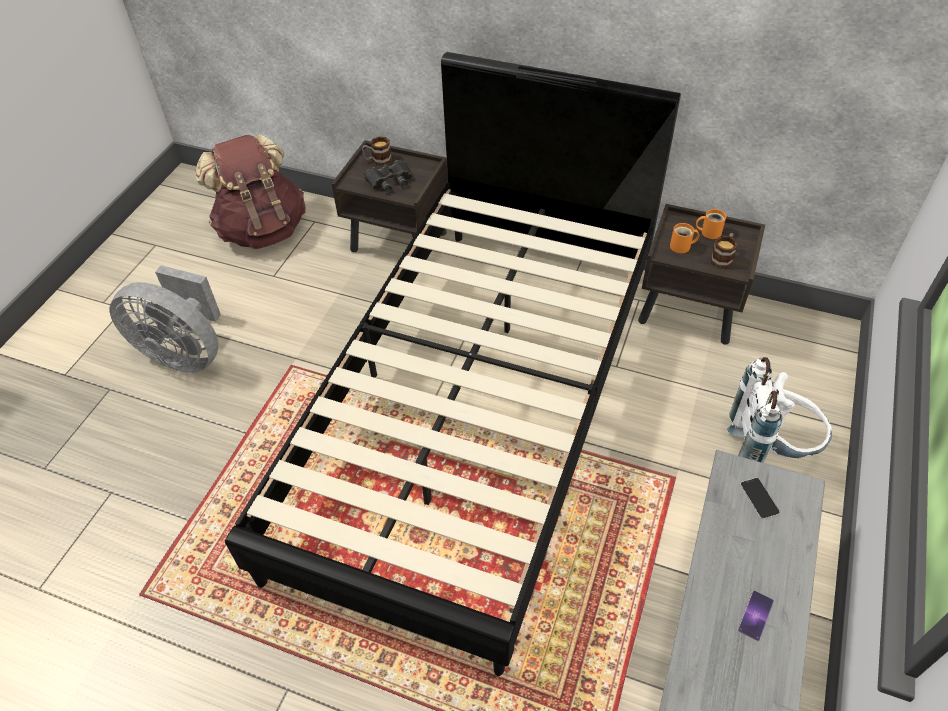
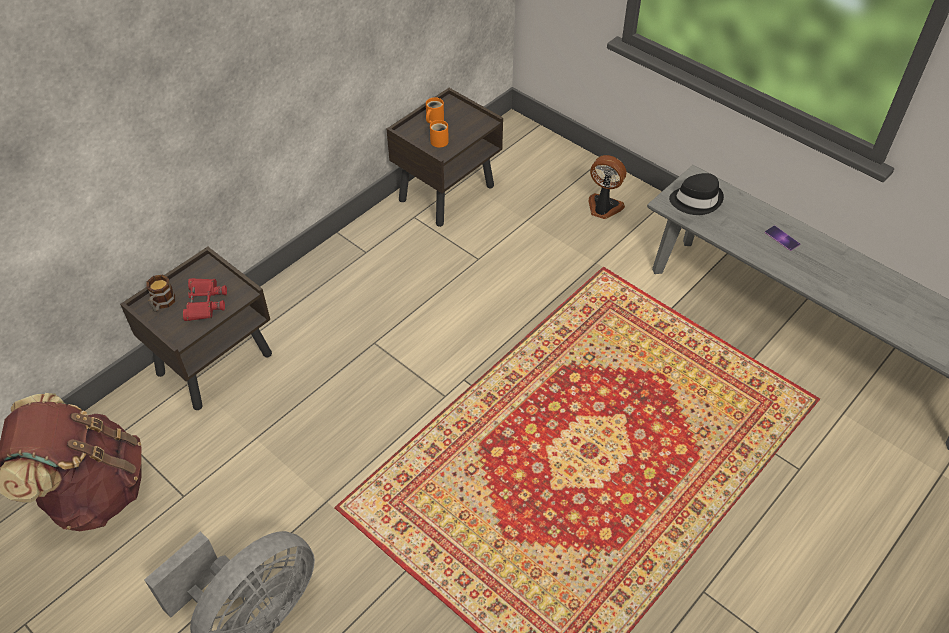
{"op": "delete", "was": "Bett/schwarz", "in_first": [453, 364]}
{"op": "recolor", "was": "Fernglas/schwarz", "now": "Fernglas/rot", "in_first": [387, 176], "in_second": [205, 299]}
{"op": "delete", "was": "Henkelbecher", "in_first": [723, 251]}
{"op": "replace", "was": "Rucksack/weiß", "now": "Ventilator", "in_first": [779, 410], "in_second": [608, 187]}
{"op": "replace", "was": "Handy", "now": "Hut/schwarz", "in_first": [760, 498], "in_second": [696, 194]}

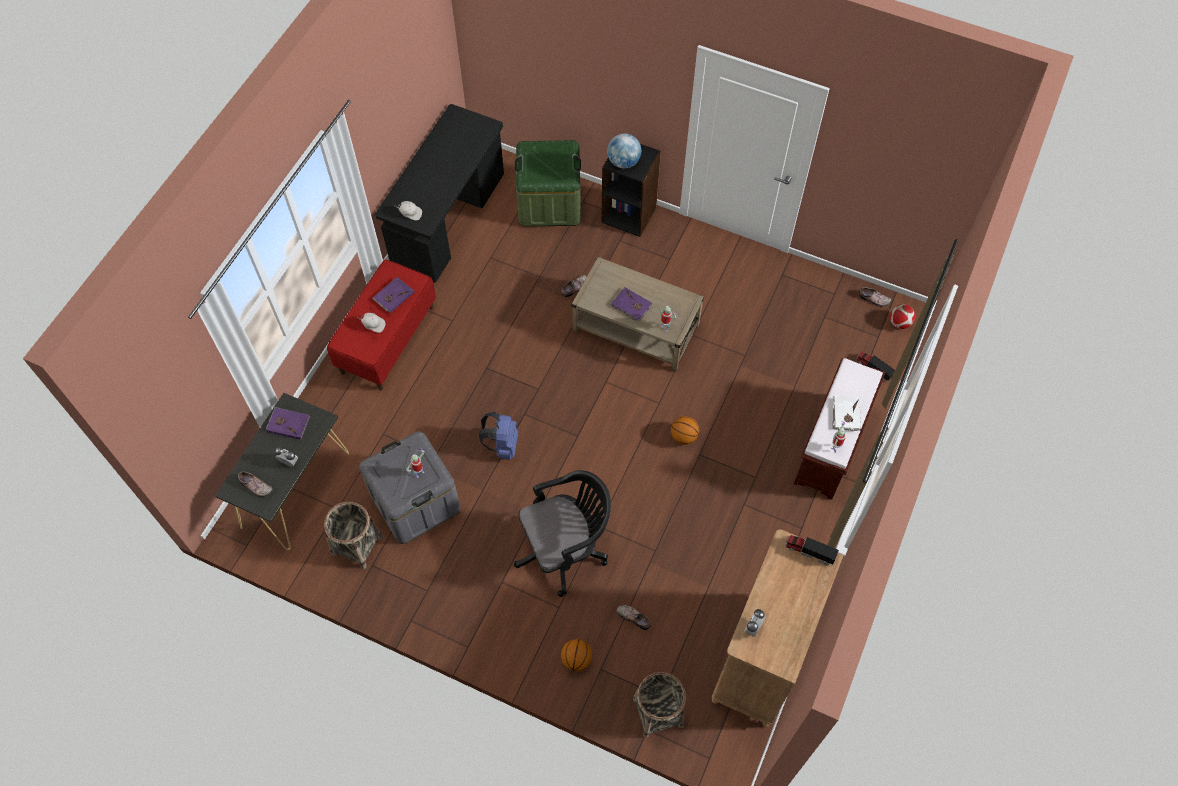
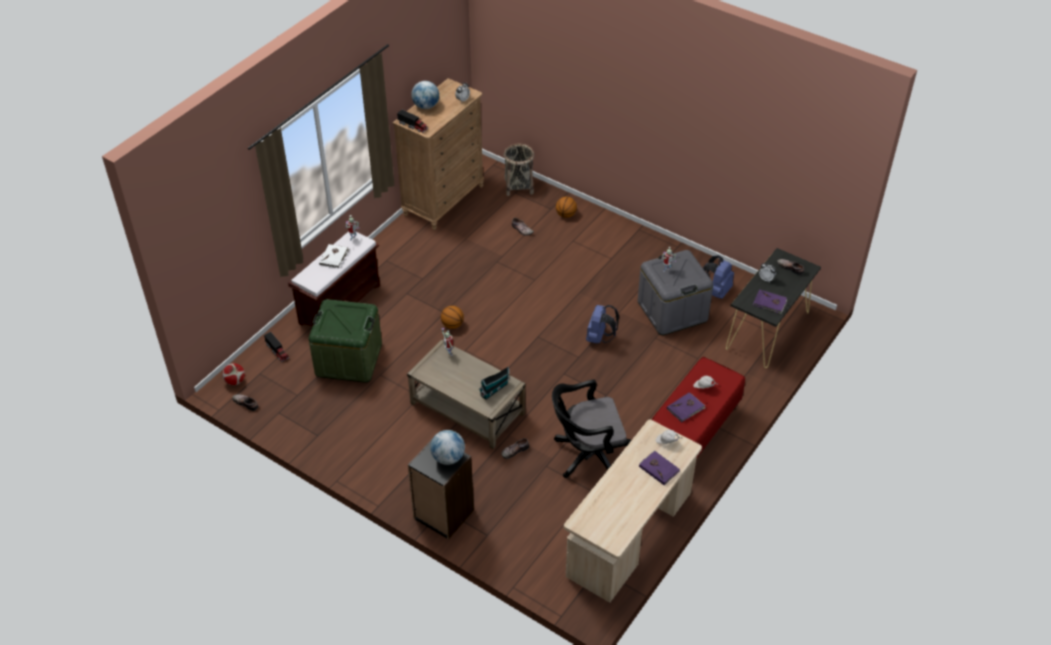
{"op": "recolor", "was": "Schreibtisch/schwarz", "now": "Schreibtisch/beige", "in_first": [439, 193], "in_second": [633, 511]}
{"op": "move", "was": "Aufbewahrungsbox/grün", "in_first": [548, 183], "in_second": [345, 341]}
{"op": "move", "was": "Buch/lila", "in_first": [631, 304], "in_second": [659, 467]}
{"op": "move", "was": "Bürostuhl/schwarz", "in_first": [562, 533], "in_second": [591, 429]}
{"op": "replace", "was": "Korb", "now": "Rucksack/blau", "in_first": [353, 535], "in_second": [718, 277]}
{"op": "insert", "now": "Globus", "in_second": [425, 95]}
{"op": "insert", "now": "Spielzeughaus", "in_second": [494, 383]}

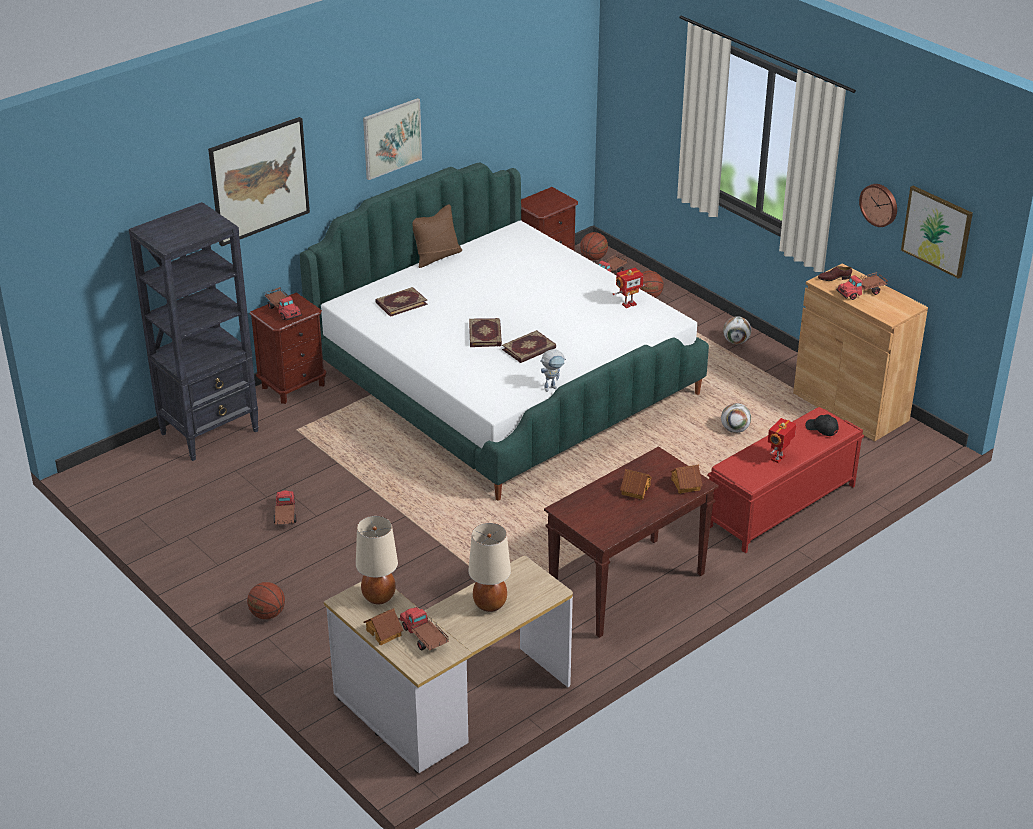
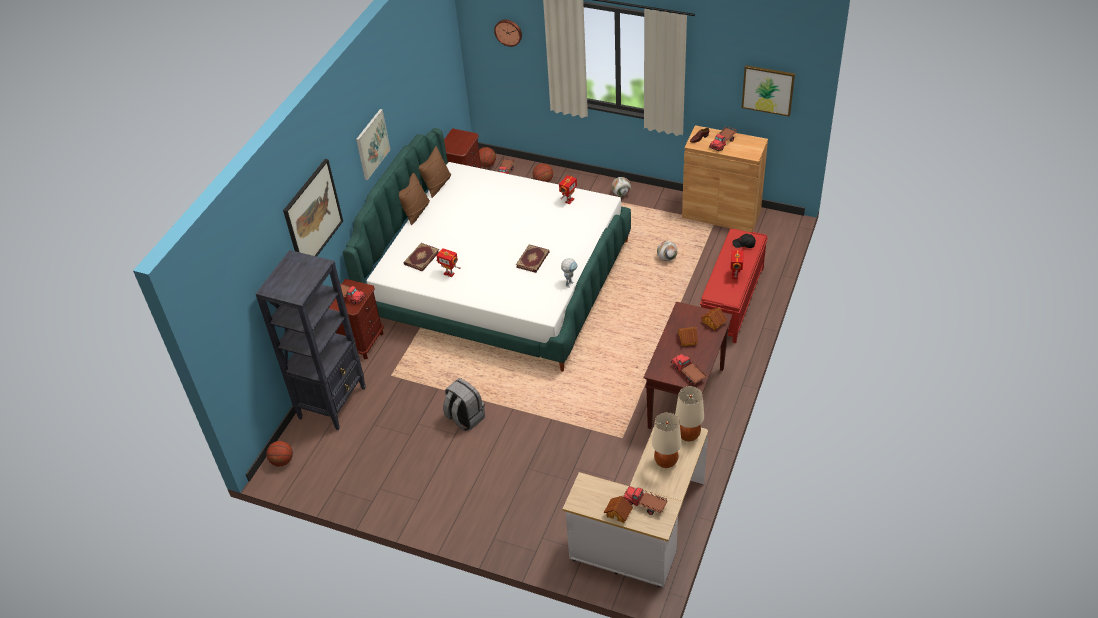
{"op": "move", "was": "Wanduhr", "in_first": [878, 205], "in_second": [508, 33]}
{"op": "delete", "was": "Buch", "in_first": [485, 332]}
{"op": "move", "was": "Spielzeuglaster", "in_first": [285, 507], "in_second": [689, 369]}
{"op": "move", "was": "Tischlampe/beige", "in_first": [377, 560], "in_second": [689, 414]}
{"op": "move", "was": "Basketball", "in_first": [266, 600], "in_second": [280, 453]}
{"op": "insert", "now": "Kissen/braun", "in_second": [435, 172]}
{"op": "insert", "now": "Spielzeugroboter", "in_second": [448, 262]}
{"op": "insert", "now": "Rucksack/grau", "in_second": [464, 404]}

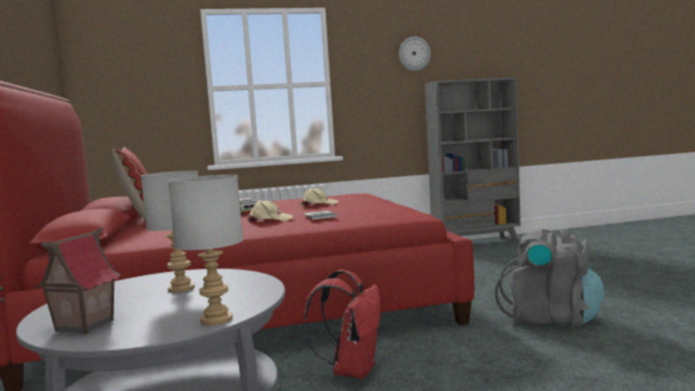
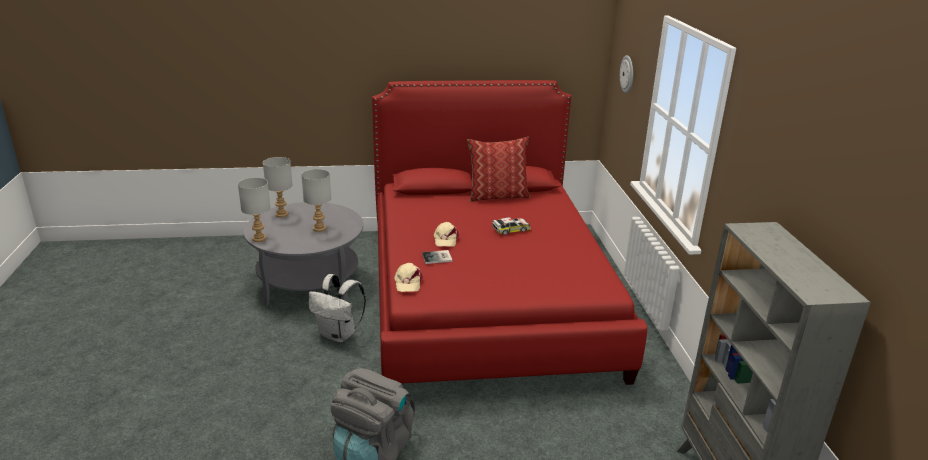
{"op": "move", "was": "Wanduhr", "in_first": [415, 53], "in_second": [626, 74]}
{"op": "move", "was": "Kappe/beige", "in_first": [319, 197], "in_second": [408, 277]}
{"op": "replace", "was": "Spielzeughaus", "now": "Tischlampe/grau", "in_first": [78, 281], "in_second": [278, 187]}
{"op": "recolor", "was": "Rucksack/rot", "now": "Rucksack/weiß", "in_first": [342, 324], "in_second": [337, 308]}

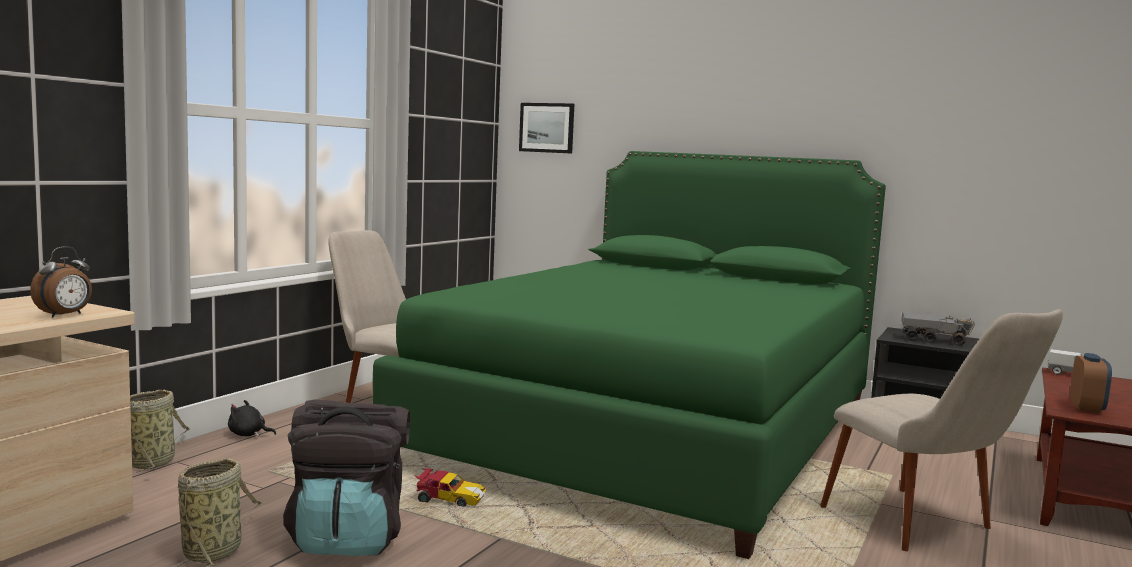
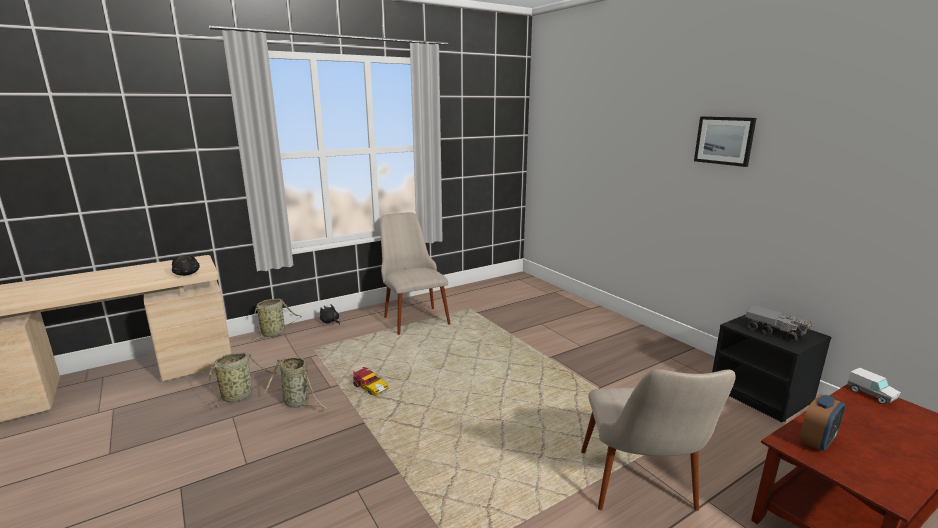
{"op": "move", "was": "Bild", "in_first": [546, 128], "in_second": [725, 141]}
{"op": "delete", "was": "Bett/grün", "in_first": [629, 355]}
{"op": "replace", "was": "Wecker", "now": "Plüschtier/schwarz", "in_first": [61, 282], "in_second": [186, 265]}
{"op": "replace", "was": "Rucksack/schwarz", "now": "Korb", "in_first": [346, 477], "in_second": [296, 383]}

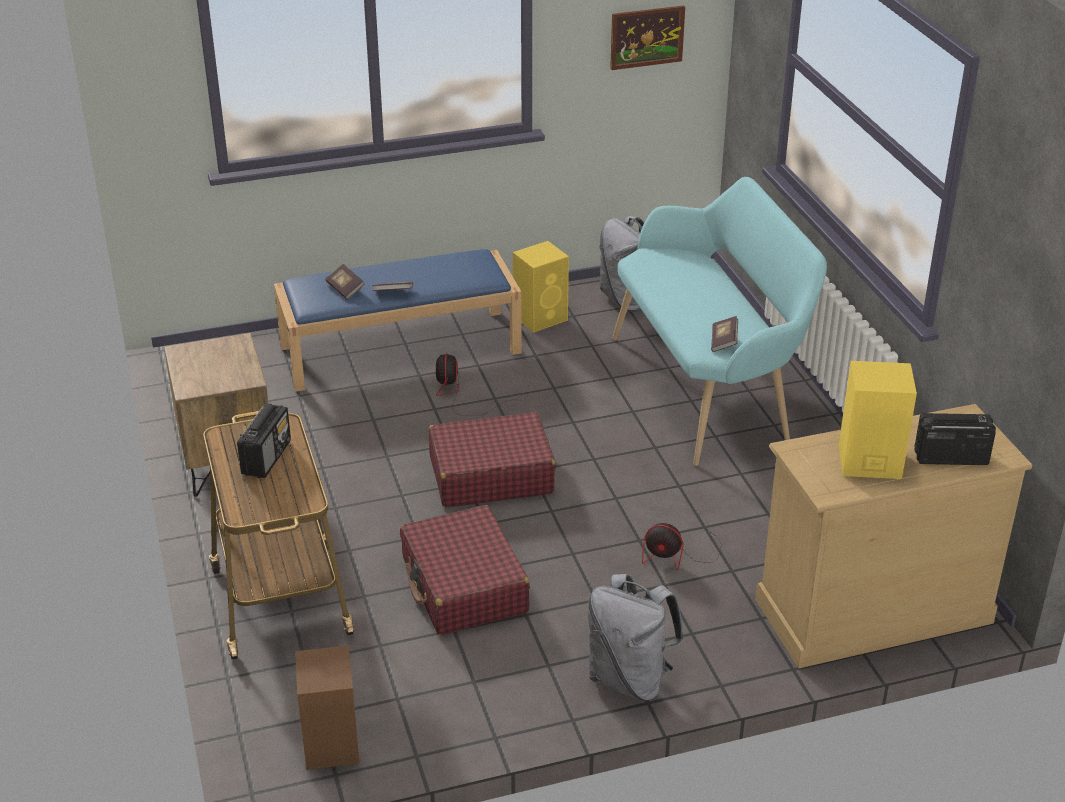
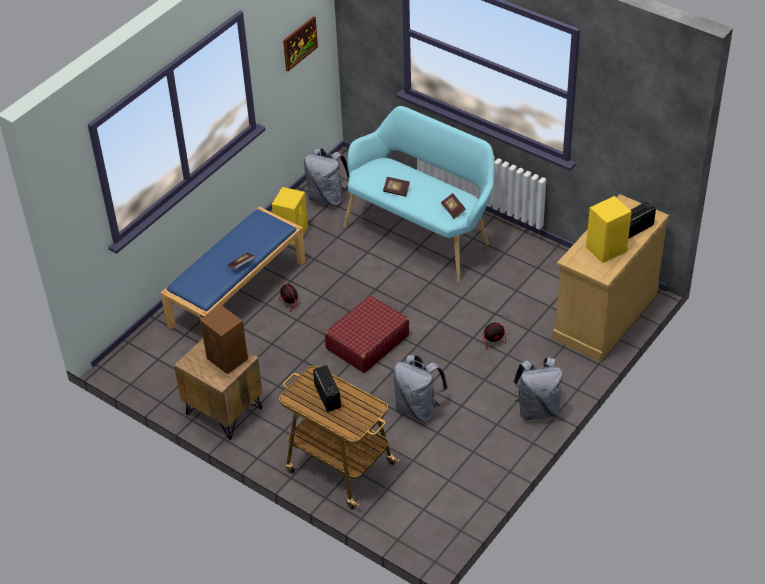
{"op": "move", "was": "Buch", "in_first": [345, 282], "in_second": [396, 187]}
{"op": "replace", "was": "Koffer/rot", "now": "Rucksack/grau", "in_first": [465, 570], "in_second": [420, 388]}
{"op": "move", "was": "Lautsprecher/braun", "in_first": [327, 707], "in_second": [224, 339]}

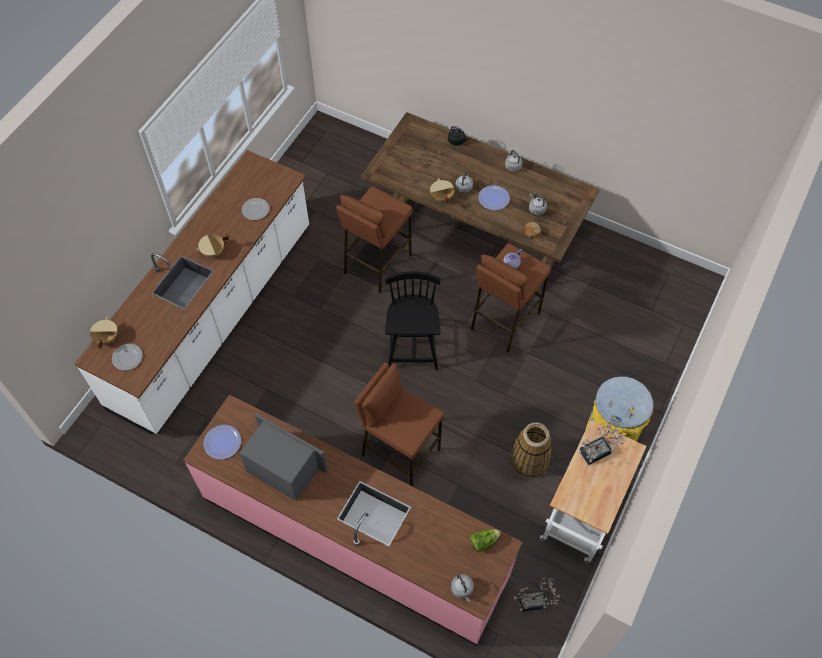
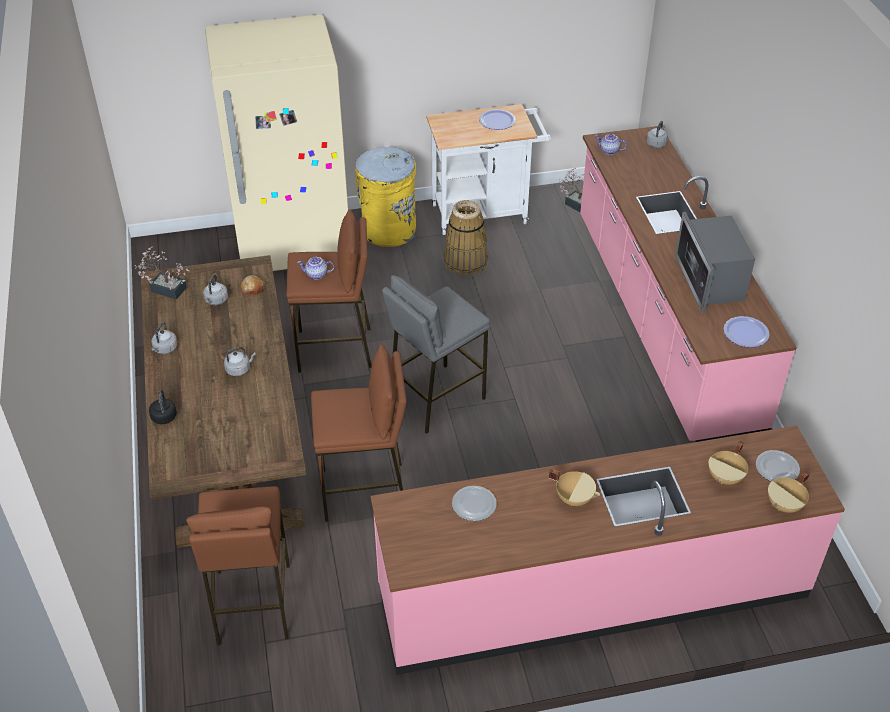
{"op": "recolor", "was": "Küchenzeile/weiß", "now": "Küchenzeile/rosa", "in_first": [191, 292], "in_second": [607, 550]}
{"op": "move", "was": "Kochtopf/beige", "in_first": [442, 190], "in_second": [728, 463]}
{"op": "move", "was": "Teller", "in_first": [494, 197], "in_second": [497, 119]}
{"op": "replace", "was": "Stuhl/schwarz", "now": "Hocker/grau", "in_first": [413, 320], "in_second": [436, 354]}
{"op": "move", "was": "Hocker/braun", "in_first": [399, 425], "in_second": [238, 566]}
{"op": "move", "was": "Topfpflanze", "in_first": [602, 442], "in_second": [162, 273]}
{"op": "replace", "was": "Salatkopf", "now": "Teekanne", "in_first": [485, 540], "in_second": [611, 144]}
{"op": "insert", "now": "Kühlschrank/beige", "in_second": [276, 143]}

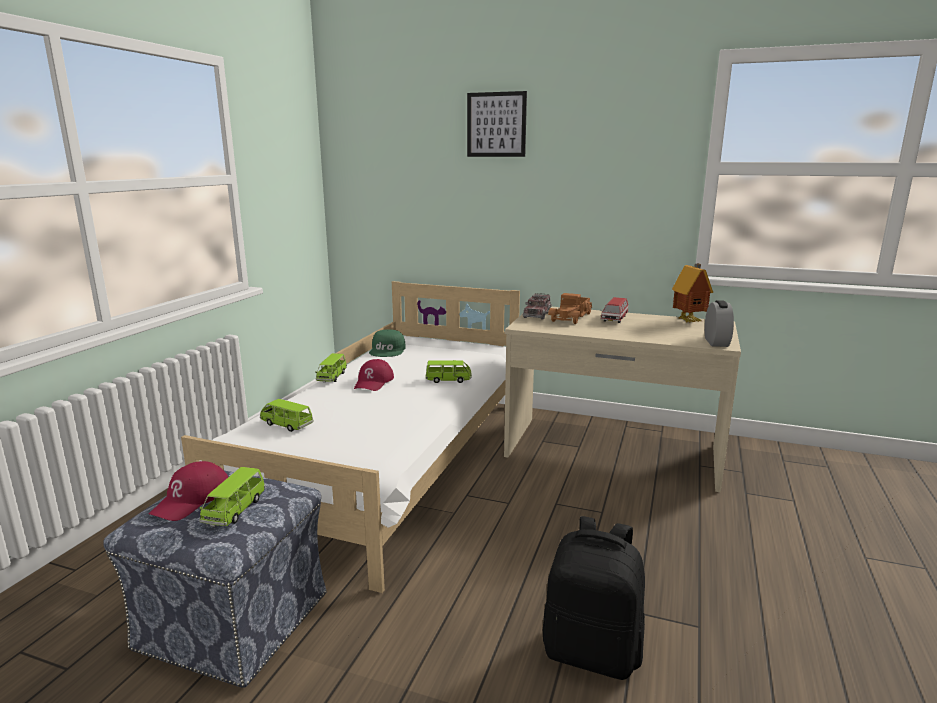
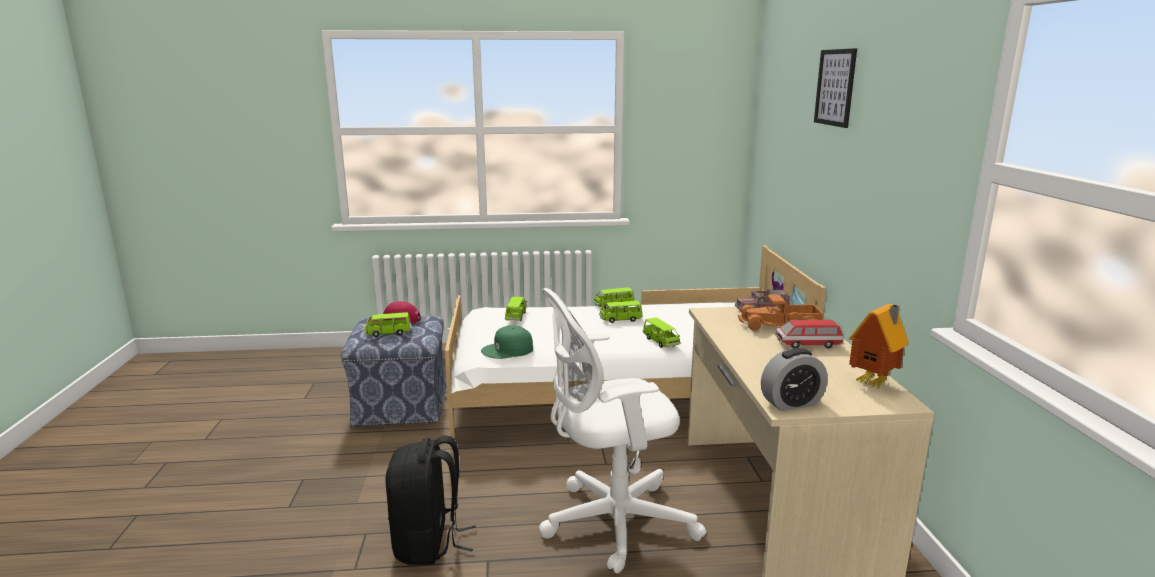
{"op": "move", "was": "Kappe/grün", "in_first": [387, 343], "in_second": [507, 342]}
{"op": "replace", "was": "Kappe/rot", "now": "Spielzeugauto/grün", "in_first": [374, 375], "in_second": [621, 312]}
{"op": "insert", "now": "Bürostuhl/weiß", "in_second": [622, 430]}

